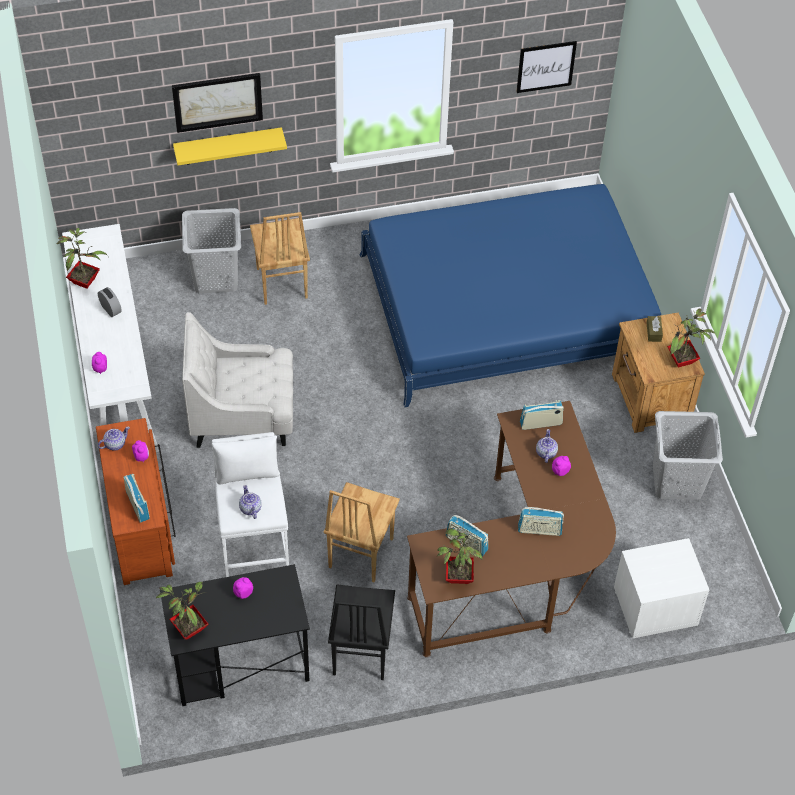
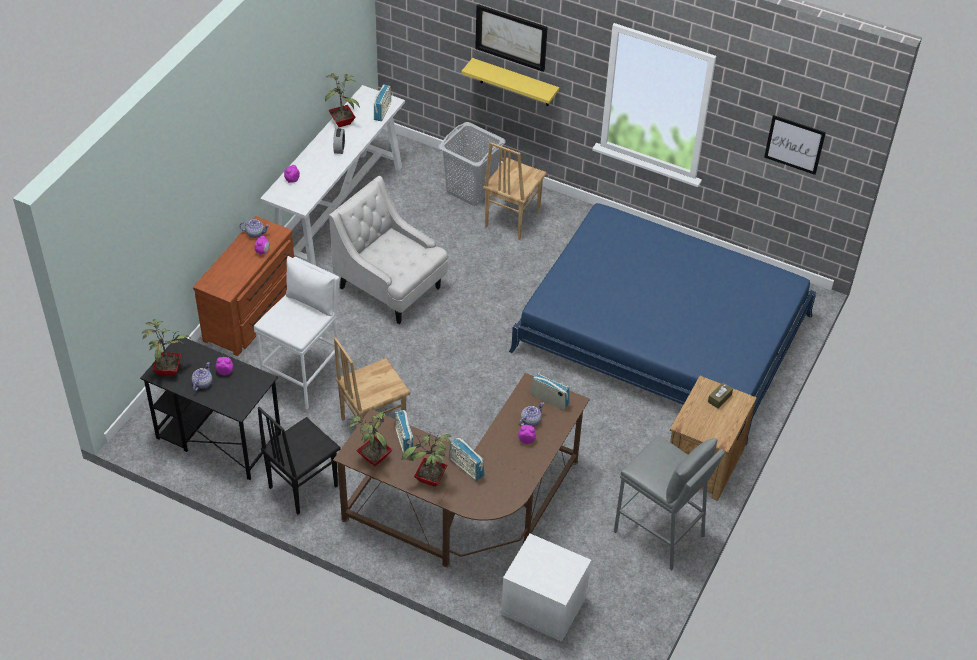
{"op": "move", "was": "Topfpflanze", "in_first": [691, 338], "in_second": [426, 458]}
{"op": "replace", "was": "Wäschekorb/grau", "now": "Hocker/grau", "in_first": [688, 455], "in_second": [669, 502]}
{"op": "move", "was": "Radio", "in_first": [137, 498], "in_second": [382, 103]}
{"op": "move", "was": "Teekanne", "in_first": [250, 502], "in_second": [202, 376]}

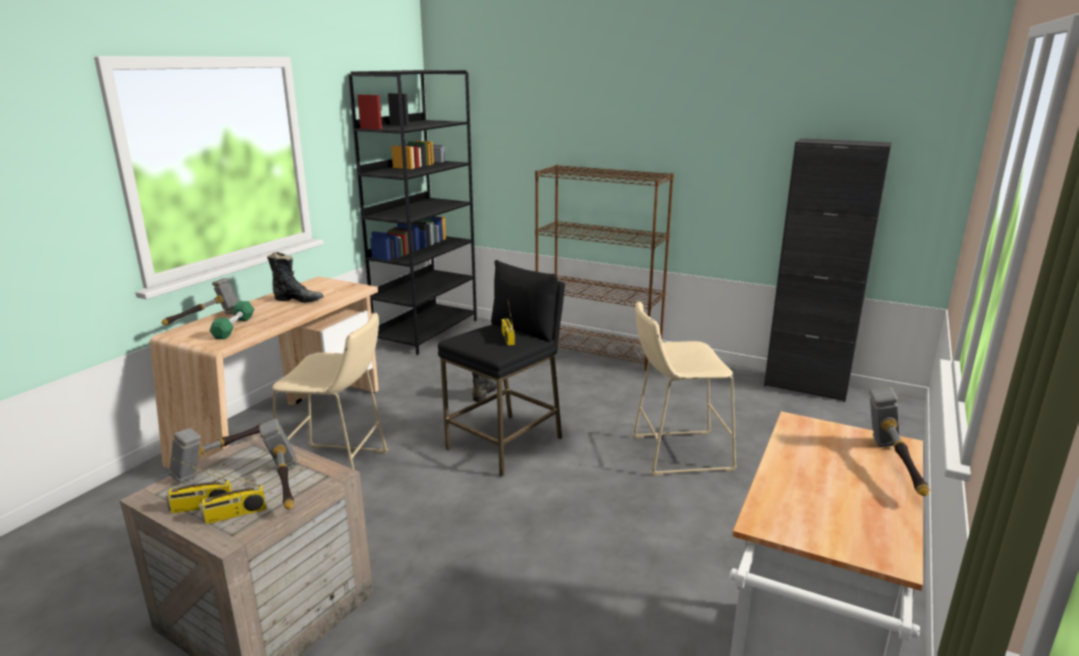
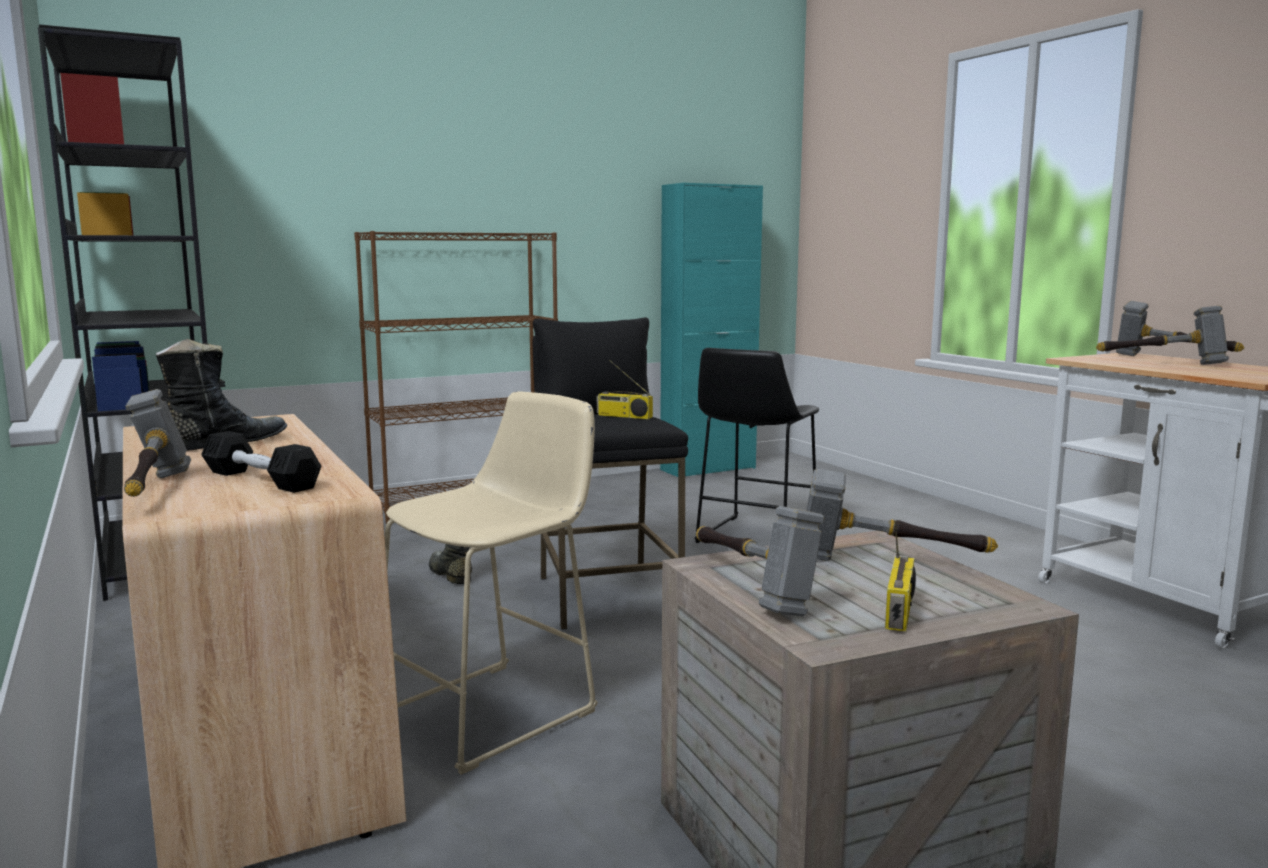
{"op": "recolor", "was": "Schrank/schwarz", "now": "Schrank/türkis", "in_first": [828, 270], "in_second": [711, 330]}
{"op": "recolor", "was": "Hantel/grün", "now": "Hantel/schwarz", "in_first": [231, 320], "in_second": [261, 462]}
{"op": "recolor", "was": "Hocker/beige", "now": "Hocker/schwarz", "in_first": [684, 389], "in_second": [757, 445]}
{"op": "delete", "was": "Radio", "in_first": [232, 496]}
{"op": "insert", "now": "Hammer", "in_second": [1162, 335]}

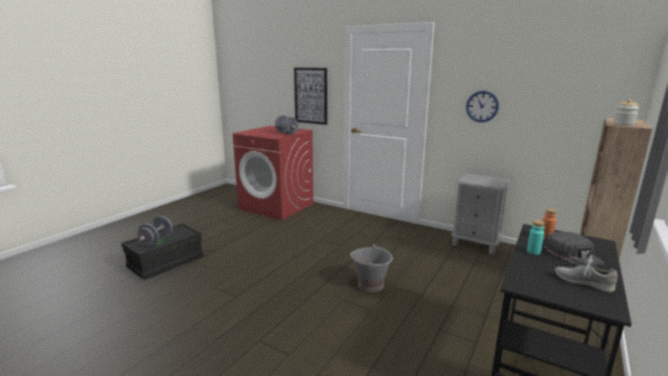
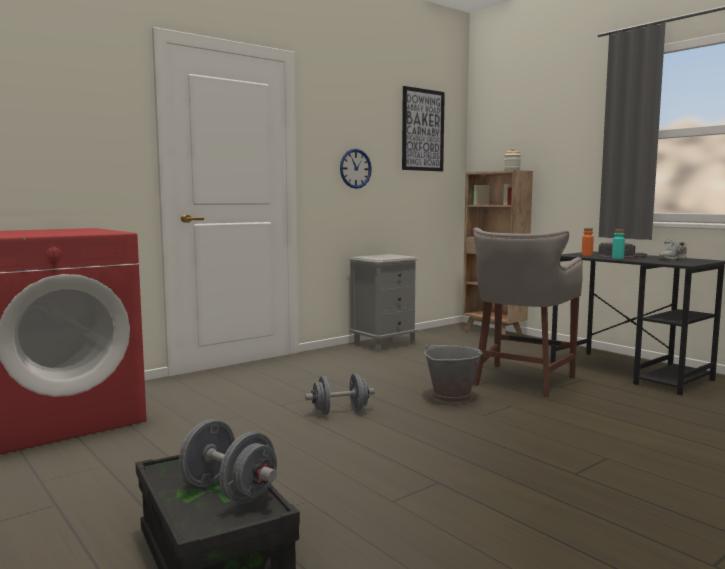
{"op": "move", "was": "Bild", "in_first": [310, 96], "in_second": [423, 128]}
{"op": "move", "was": "Hantel/grau", "in_first": [286, 125], "in_second": [340, 394]}
{"op": "insert", "now": "Hocker/grau", "in_second": [528, 312]}

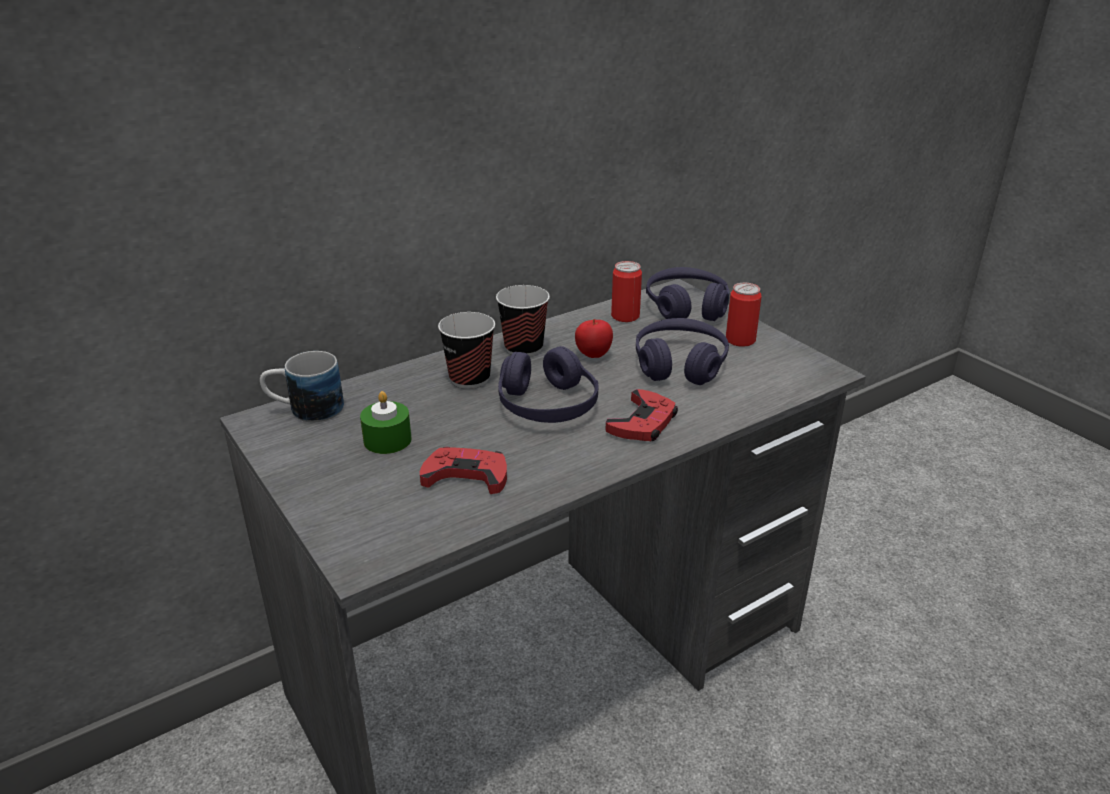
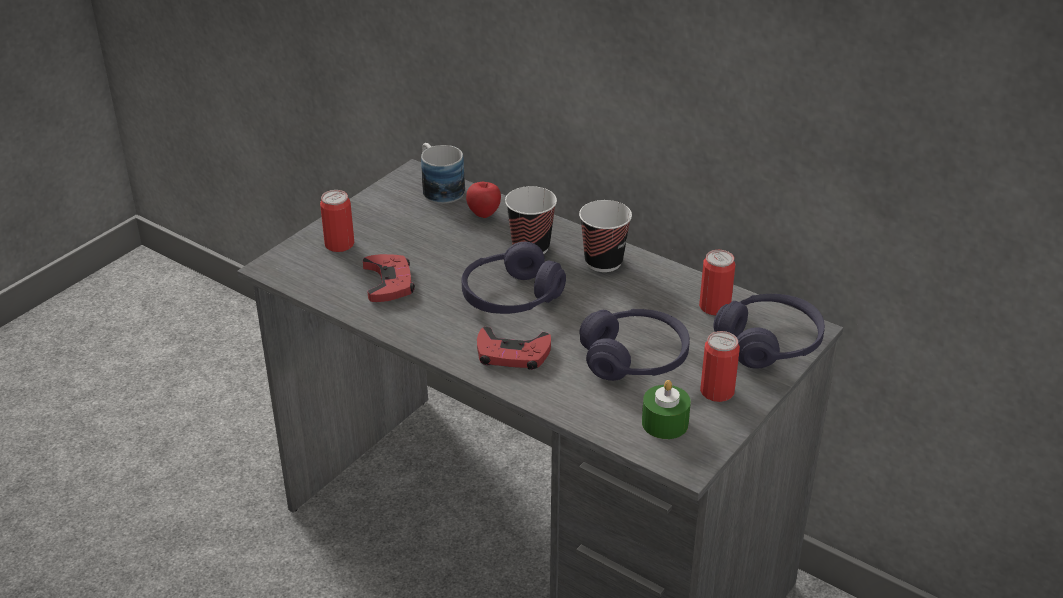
{"op": "move", "was": "Apfel", "in_first": [594, 338], "in_second": [483, 200]}
{"op": "move", "was": "Kerze/grün", "in_first": [386, 422], "in_second": [666, 409]}
{"op": "insert", "now": "Dose", "in_second": [337, 221]}

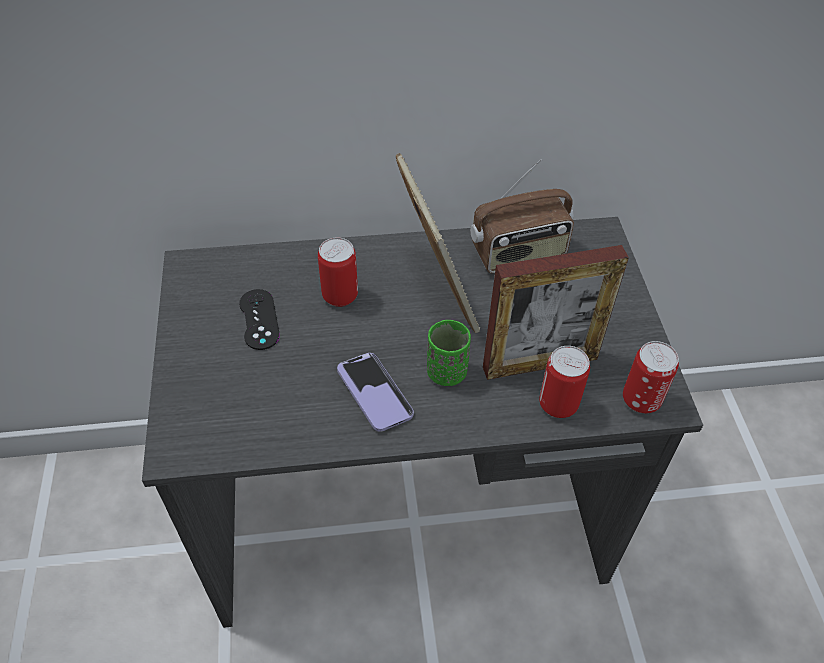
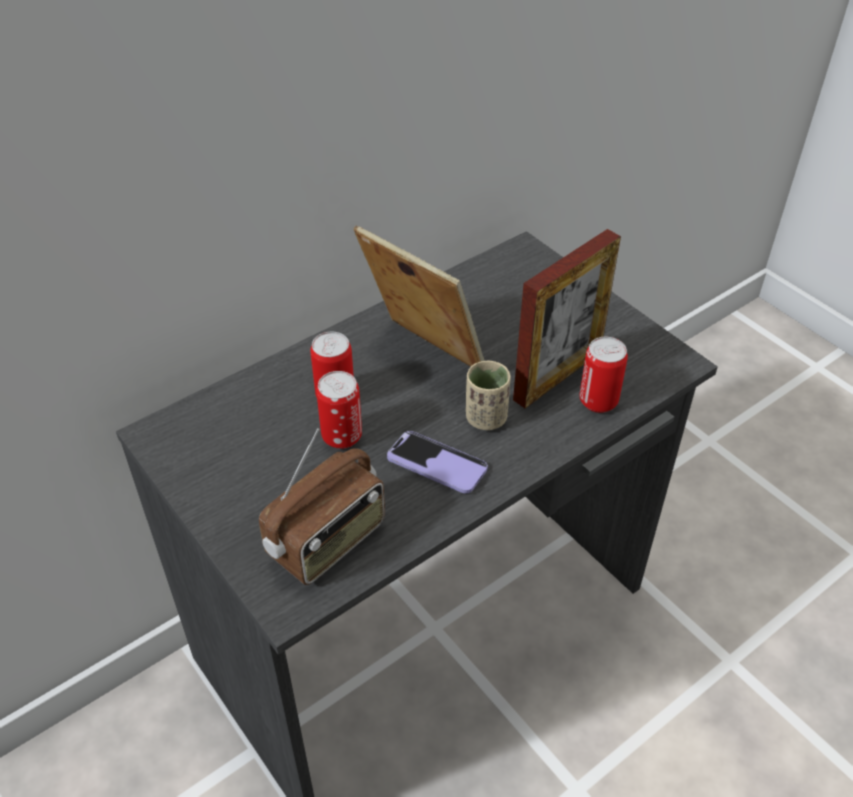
{"op": "move", "was": "Radio", "in_first": [522, 216], "in_second": [322, 506]}
{"op": "delete", "was": "Gamepad/schwarz", "in_first": [259, 319]}
{"op": "recolor", "was": "Tasse/grün", "now": "Tasse/beige", "in_first": [449, 353], "in_second": [488, 395]}
{"op": "move", "was": "Dose", "in_first": [651, 377], "in_second": [339, 410]}

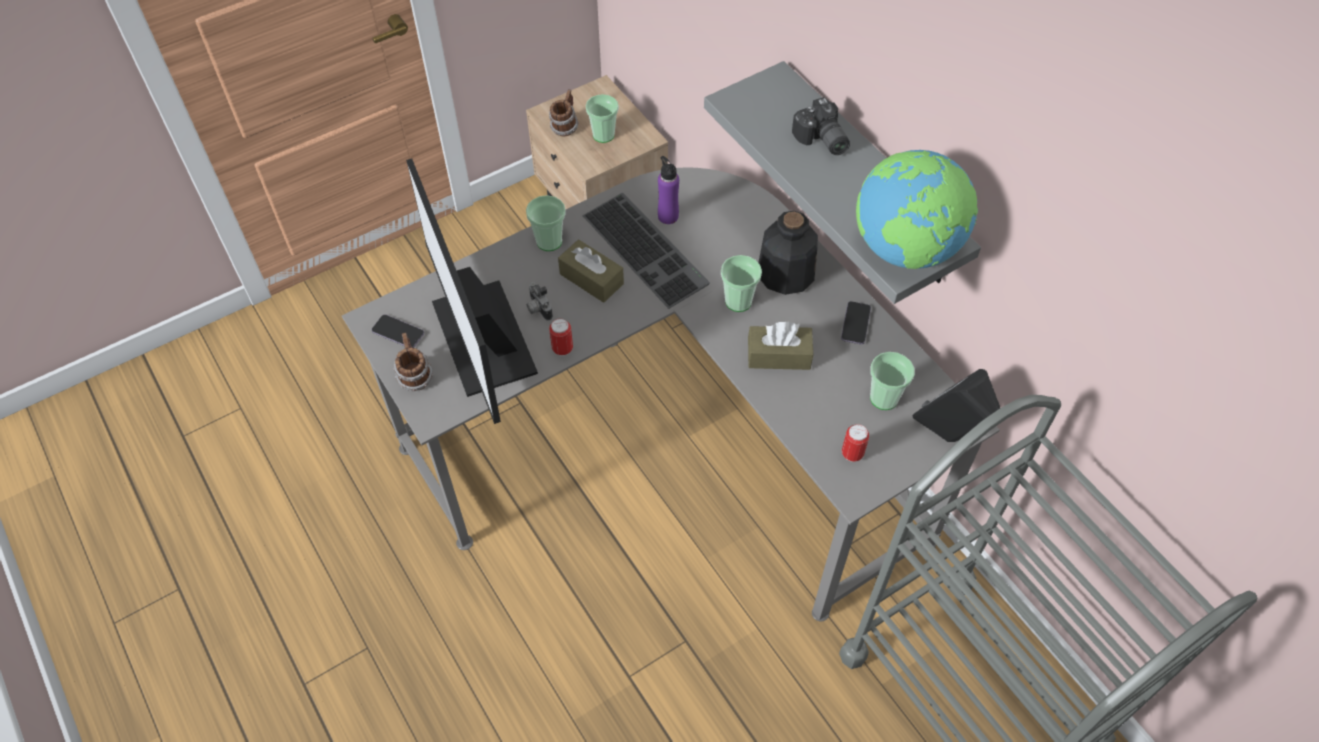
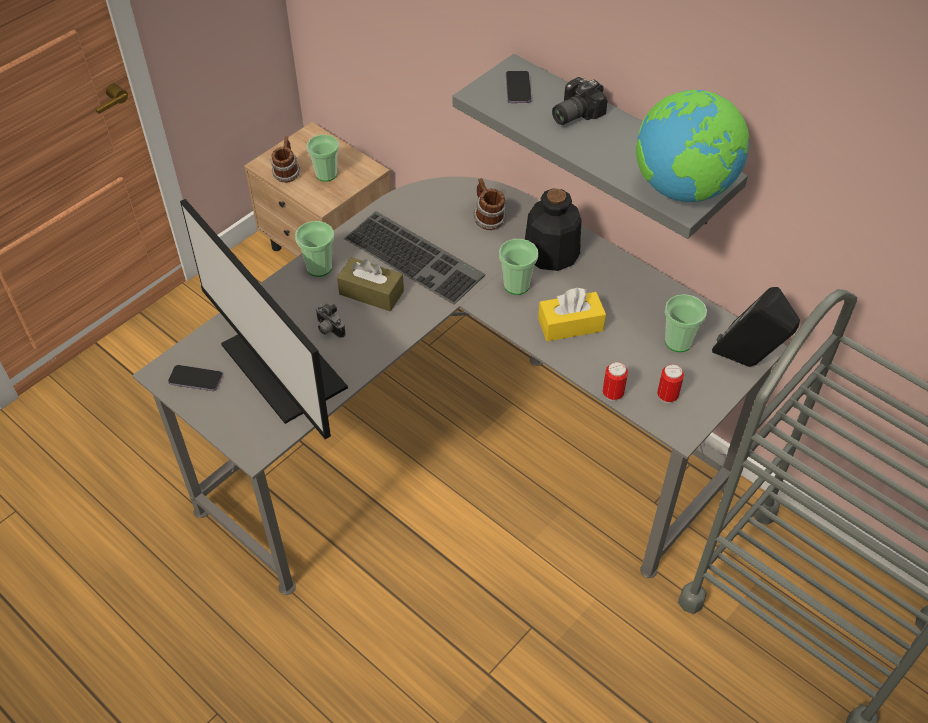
{"op": "rotate", "was": "Kamera", "in_first": [821, 126], "in_second": [580, 101], "clockwise": 90}
{"op": "delete", "was": "Flasche/lila", "in_first": [668, 190]}
{"op": "move", "was": "Handy", "in_first": [856, 323], "in_second": [519, 87]}
{"op": "move", "was": "Dose", "in_first": [561, 337], "in_second": [615, 381]}
{"op": "recolor", "was": "Taschentuchbox/braun", "now": "Taschentuchbox/gelb", "in_first": [780, 345], "in_second": [572, 314]}
{"op": "move", "was": "Henkelbecher", "in_first": [413, 362], "in_second": [489, 204]}

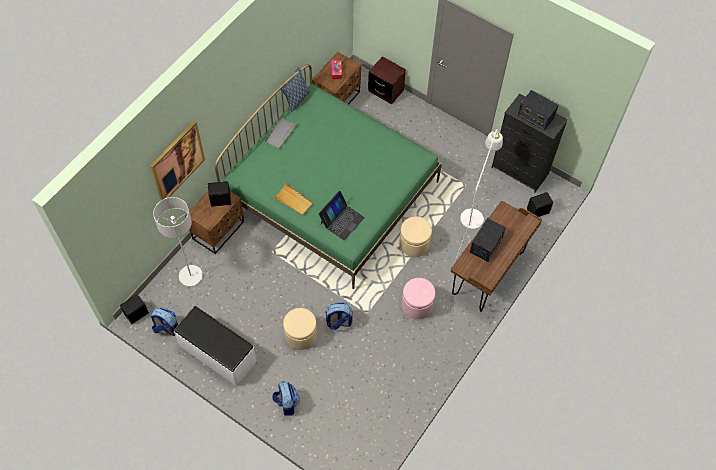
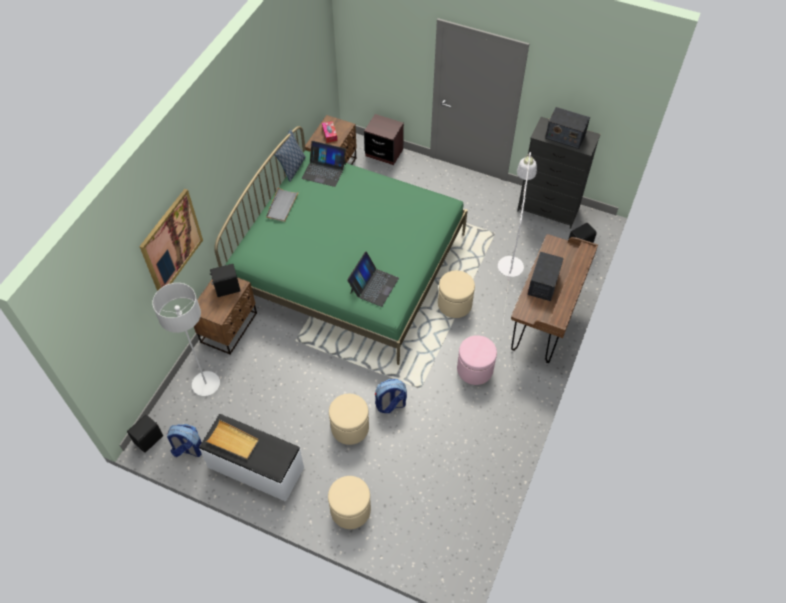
{"op": "move", "was": "Tablett/beige", "in_first": [293, 200], "in_second": [232, 439]}
{"op": "replace", "was": "Rucksack", "now": "Polsterhocker/beige", "in_first": [286, 398], "in_second": [349, 502]}
{"op": "insert", "now": "Laptop", "in_second": [324, 164]}

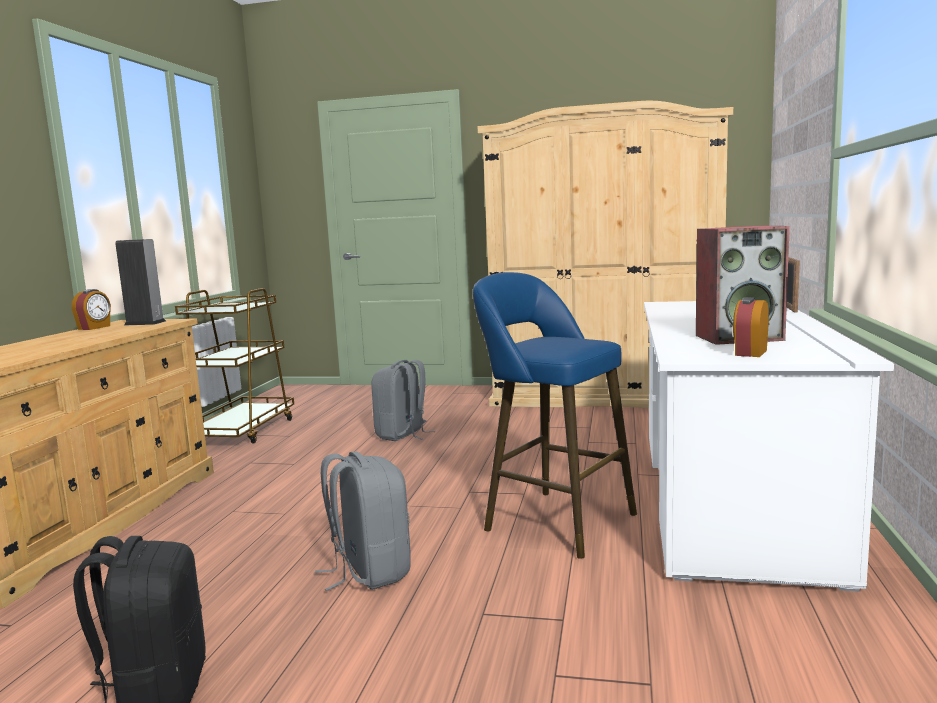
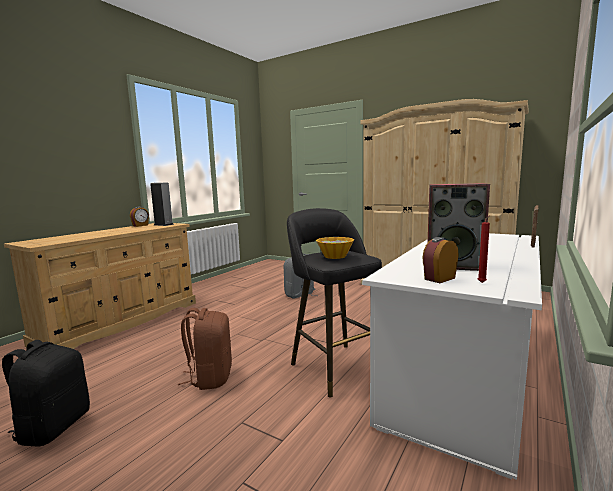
{"op": "recolor", "was": "Hocker/blau", "now": "Hocker/schwarz", "in_first": [555, 415], "in_second": [334, 303]}
{"op": "delete", "was": "Rollwagen/braun", "in_first": [234, 365]}
{"op": "recolor", "was": "Rucksack/grau", "now": "Rucksack/braun", "in_first": [363, 521], "in_second": [205, 349]}
{"op": "insert", "now": "Kerze/rot", "in_second": [484, 249]}
{"op": "insert", "now": "Schüssel", "in_second": [335, 248]}

